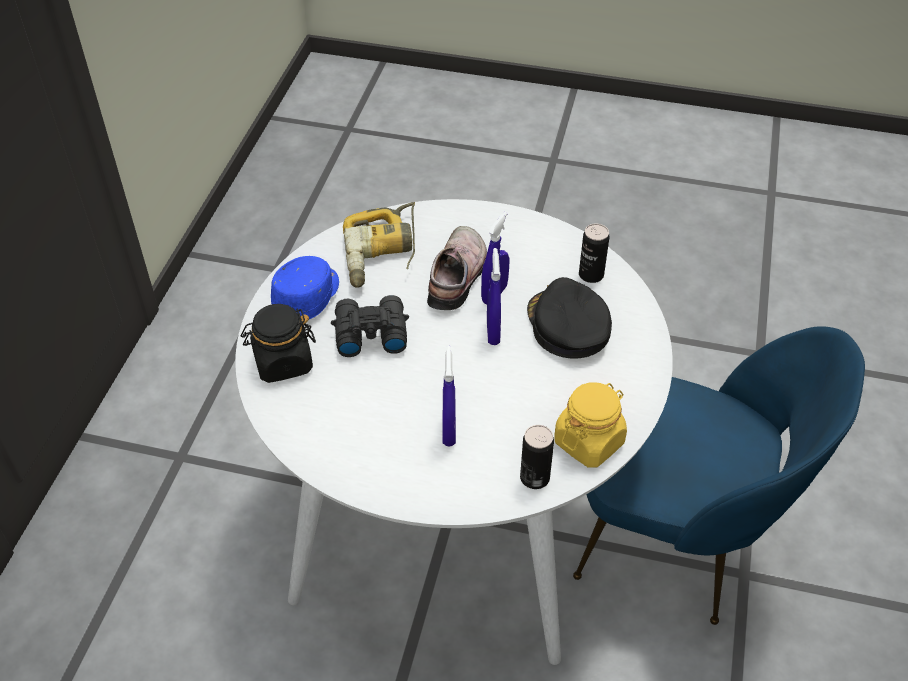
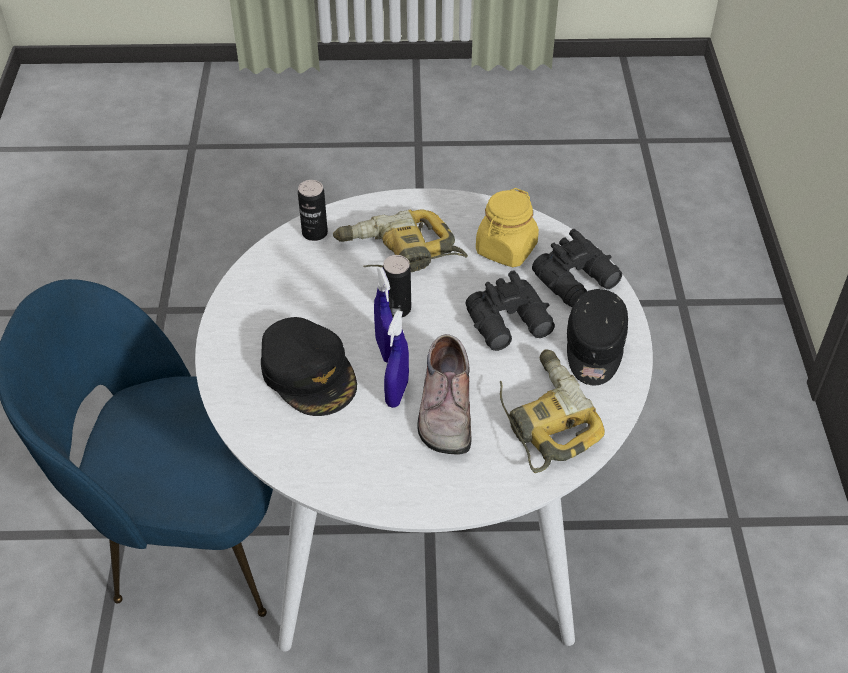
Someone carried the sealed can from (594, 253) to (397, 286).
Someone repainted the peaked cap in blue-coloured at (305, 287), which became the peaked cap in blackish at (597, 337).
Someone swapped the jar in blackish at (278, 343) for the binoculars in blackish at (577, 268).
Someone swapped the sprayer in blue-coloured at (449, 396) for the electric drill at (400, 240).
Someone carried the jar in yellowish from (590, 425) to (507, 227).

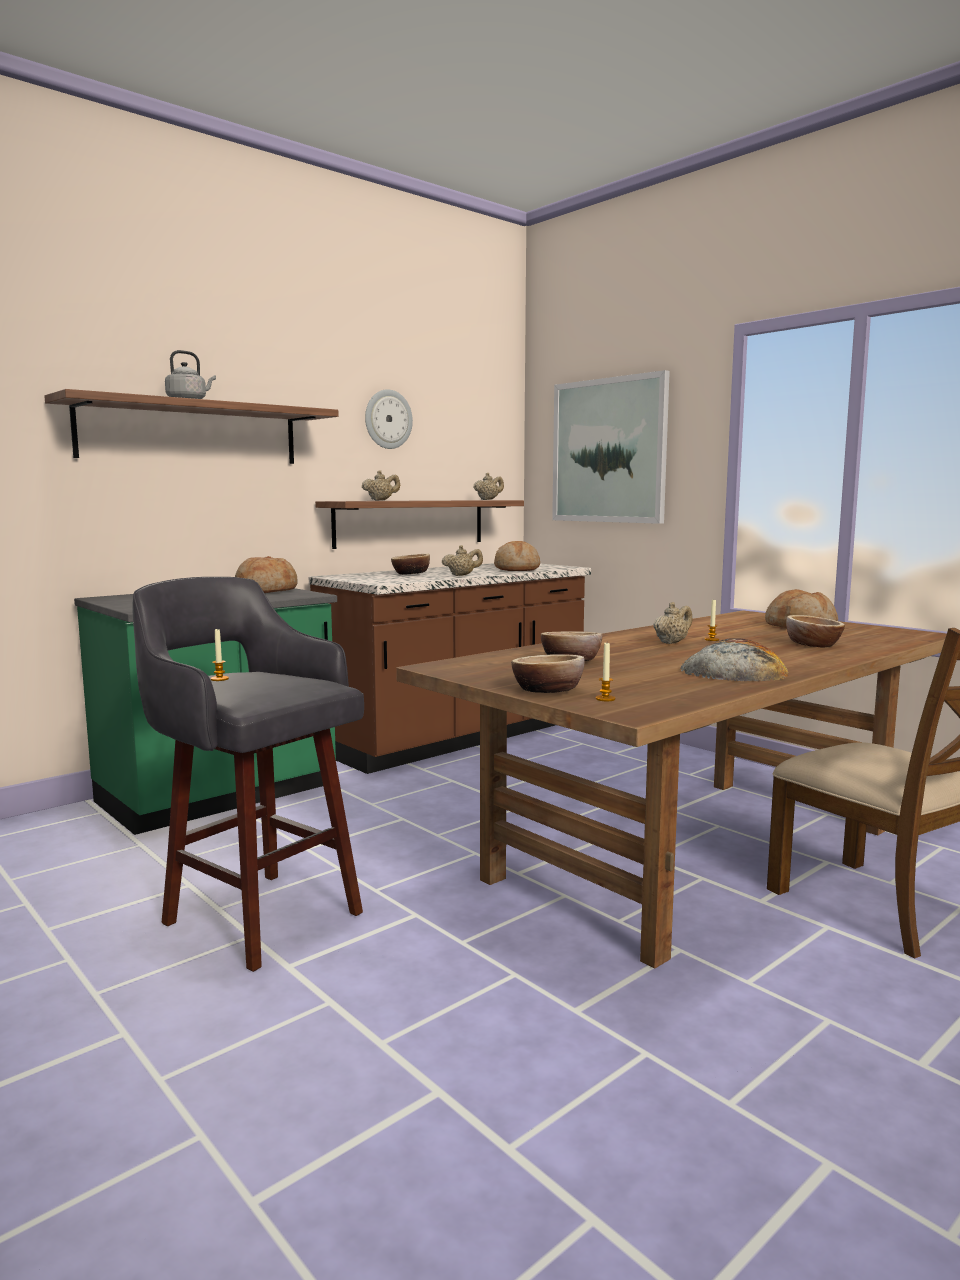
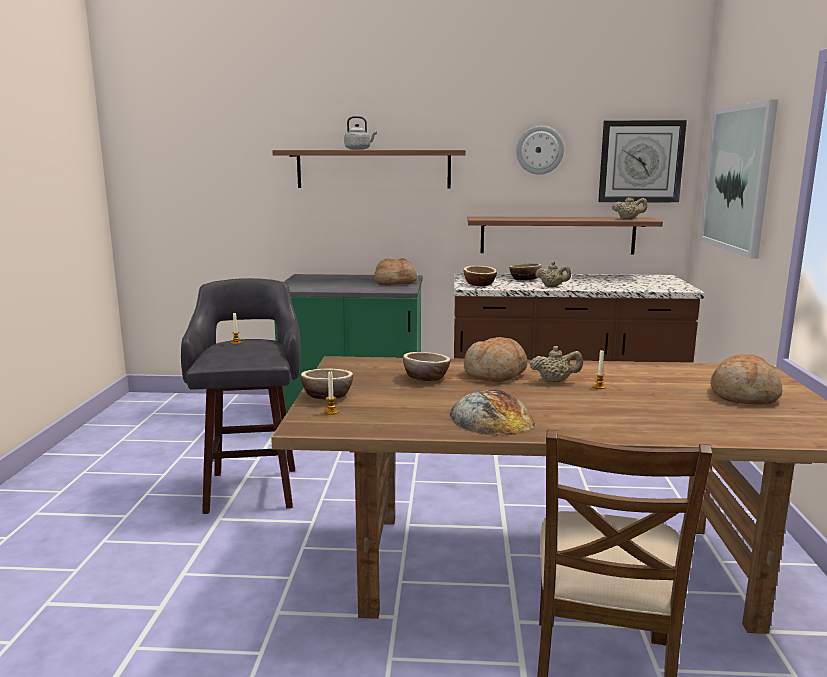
Someone took away the tea pot in beige at (381, 485).
Someone carried the bakery bread from (517, 556) to (495, 359).
Someone carried the deep dish from (815, 631) to (480, 276).
Someone put up the hanging clock at (642, 161).

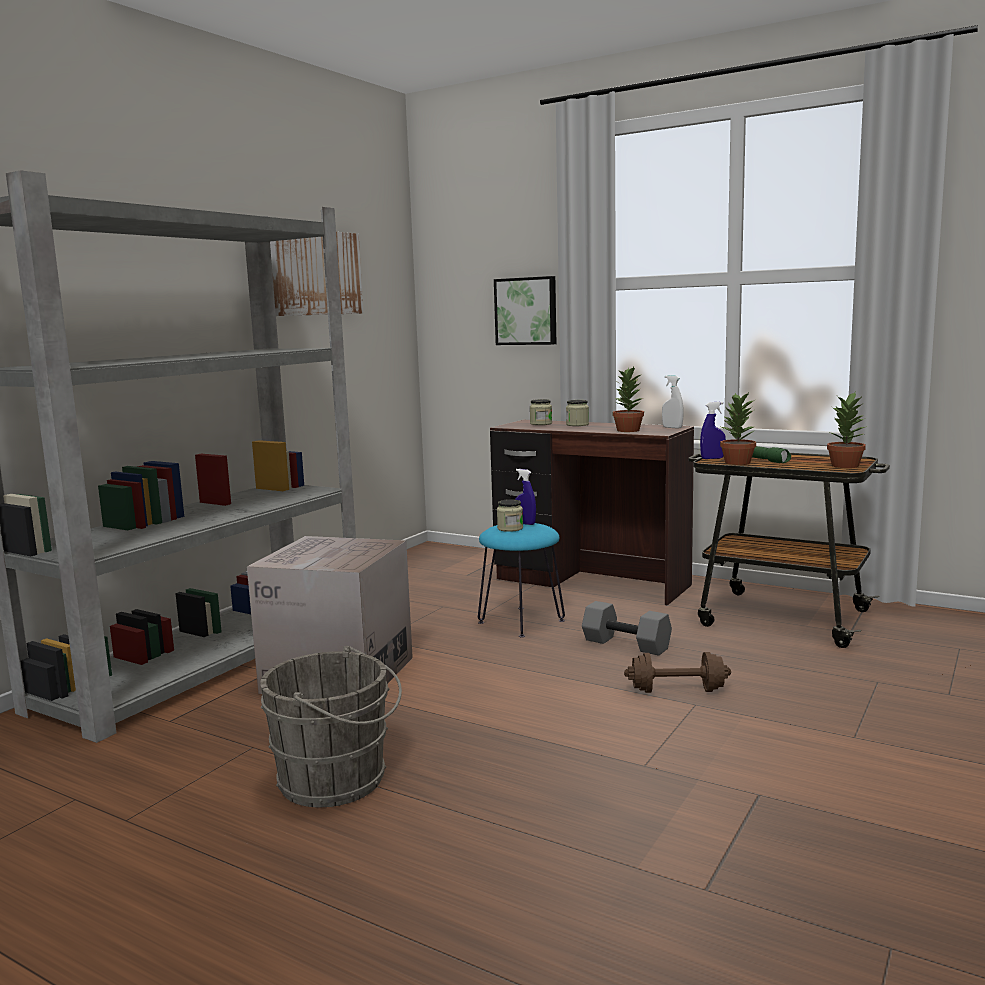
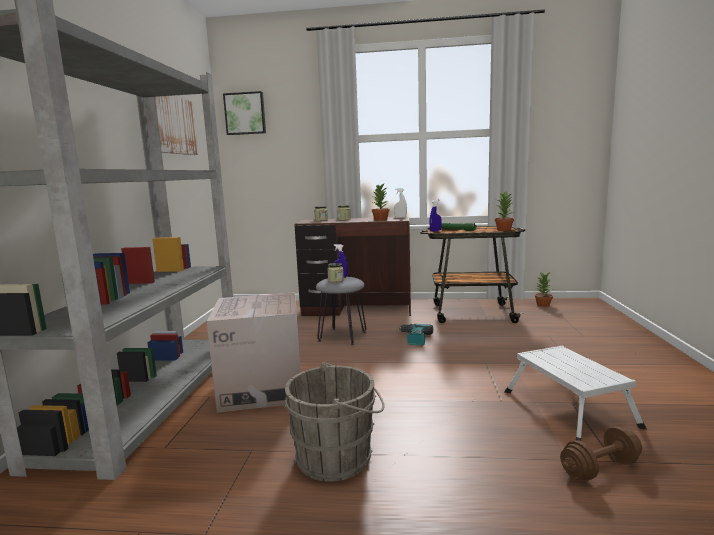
Someone carried the wall picture from (525, 310) to (244, 113).
Someone carried the houseplant from (738, 429) to (544, 289).
Someone repainted the sitting stool in turquoise-coloured at (521, 580), which became the sitting stool in gray at (341, 311).
Someone swapped the free weight in gray at (627, 628) for the electric drill at (415, 335).
Someone carried the free weight in brownish from (677, 672) to (601, 454).
Someone put down the stepladder in whitish at (575, 393).

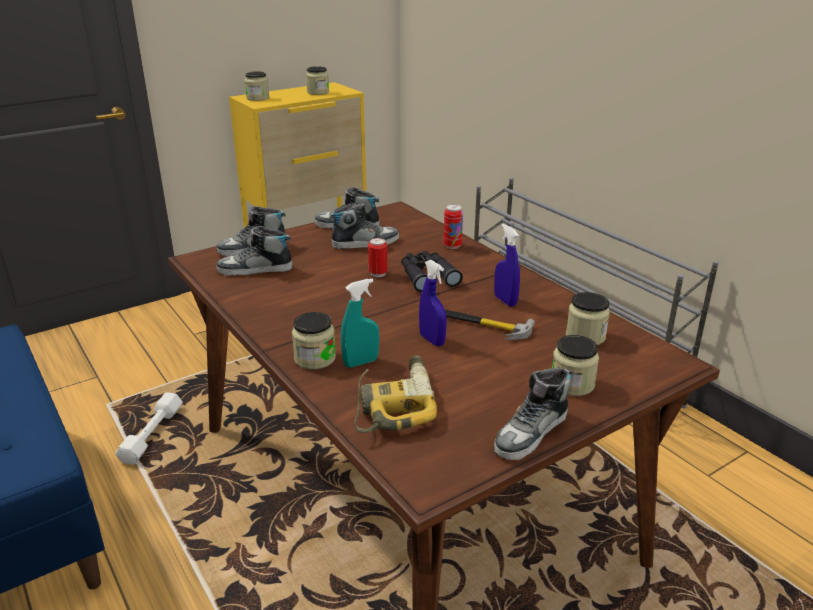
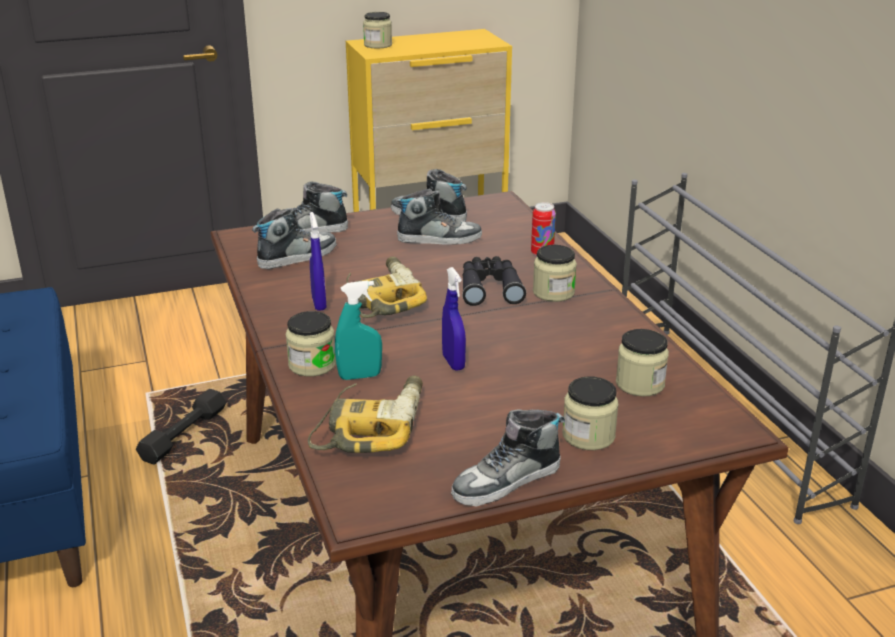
Someone carried the jar from (317, 80) to (555, 273).
Someone carried the sprayer in blue-coloured from (507, 265) to (318, 261).
Someone rotated the item of footwear at (254, 251) by 135 degrees clockwise.
Someone took away the sealed can at (378, 257).
Someone took away the hammer at (489, 324).
Someone repainted the free weight in whitish at (149, 428), which became the free weight in blackish at (181, 427).
Someone put down the electric drill at (386, 287).

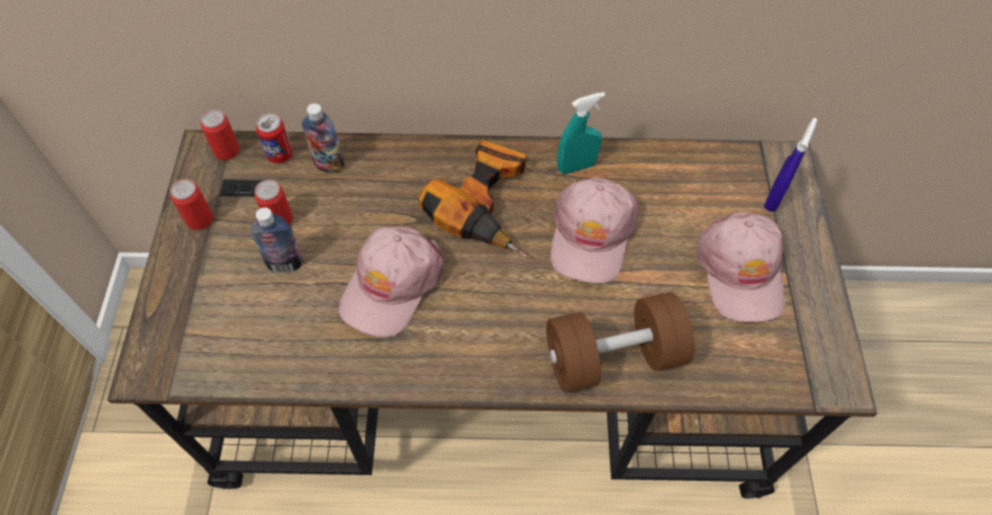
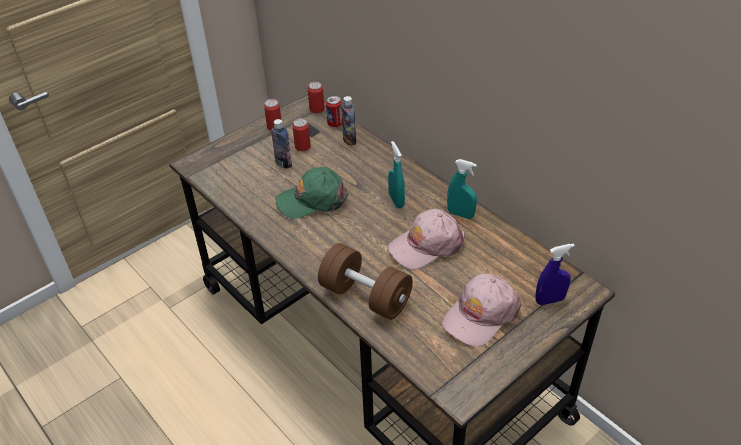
Someone swapped the electric drill at (473, 198) for the sprayer in turquoise-coloured at (396, 174).
Someone repainted the peaked cap in pinkish at (391, 281), which became the peaked cap in greenish at (312, 193).

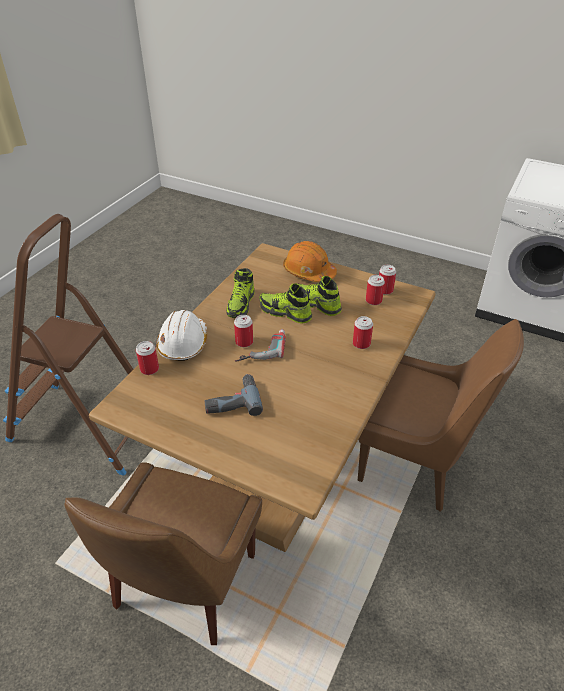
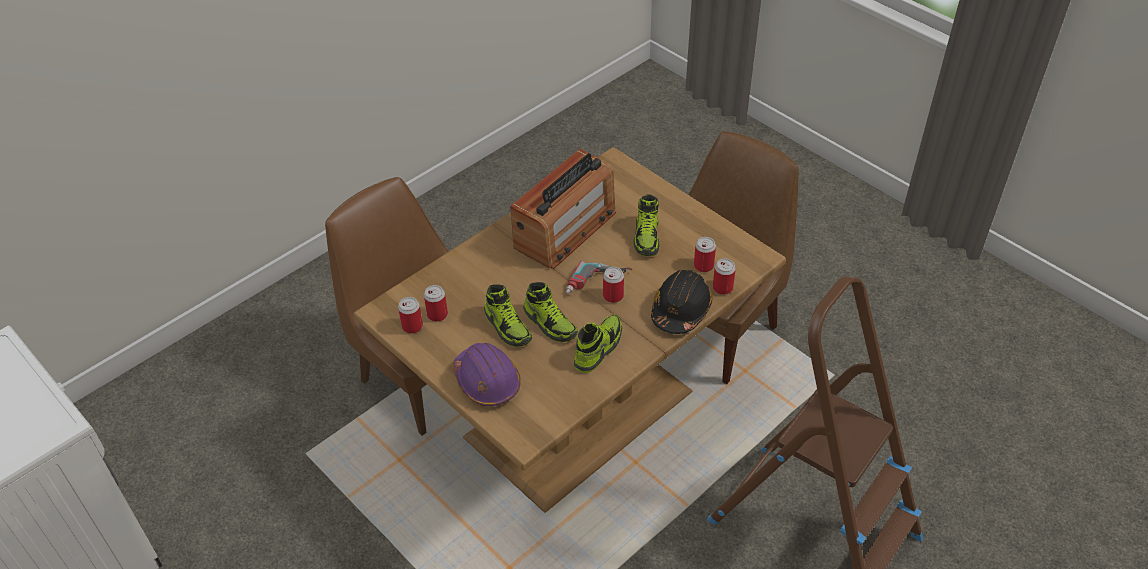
Someone repainted the safety helmet in orange at (310, 261), which became the safety helmet in purple at (487, 374).
Someone repainted the safety helmet in whitish at (181, 335), which became the safety helmet in blackish at (682, 302).
Someone carried the sealed can from (363, 332) to (705, 254).
Someone swapped the electric drill at (233, 395) for the item of footwear at (646, 225).
Someone put down the radio at (563, 209).

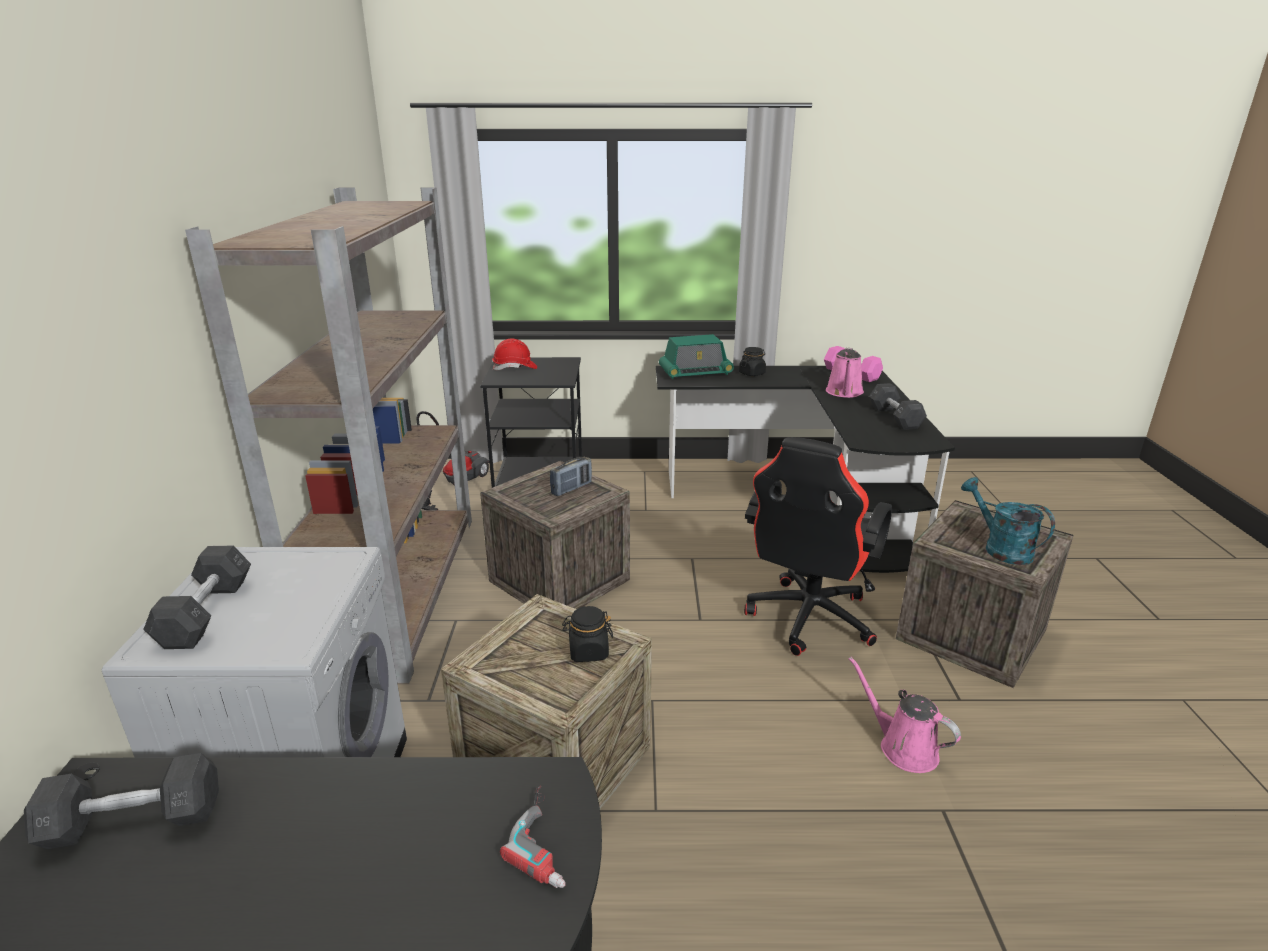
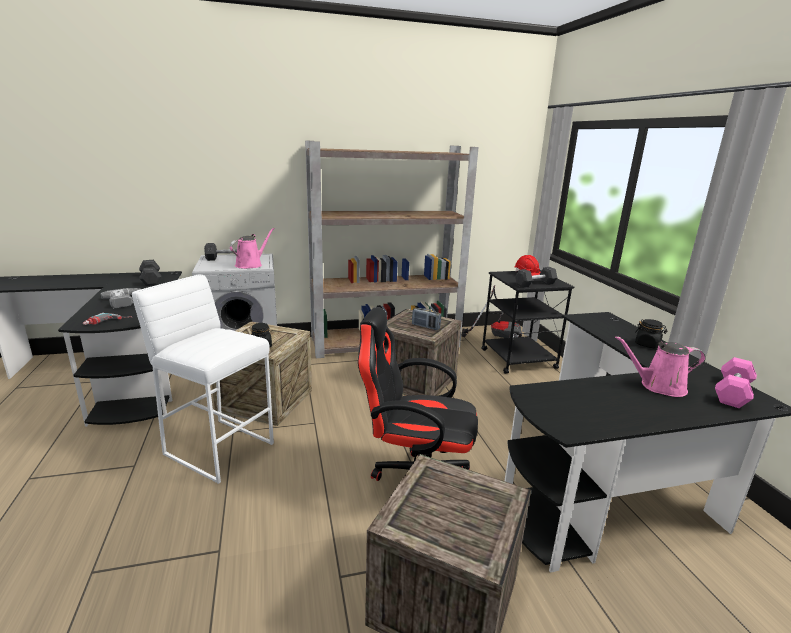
Someone took away the radio at (696, 356).
Someone carried the free weight in gray from (898, 406) to (536, 277).
Someone took away the sprinkling can in turquoise-coloured at (1008, 521).
Someone carried the sprinkling can in pinkish from (905, 715) to (252, 248).
Someone put down the sitting stool in whitish at (203, 379).
Someone put down the electric drill at (120, 298).

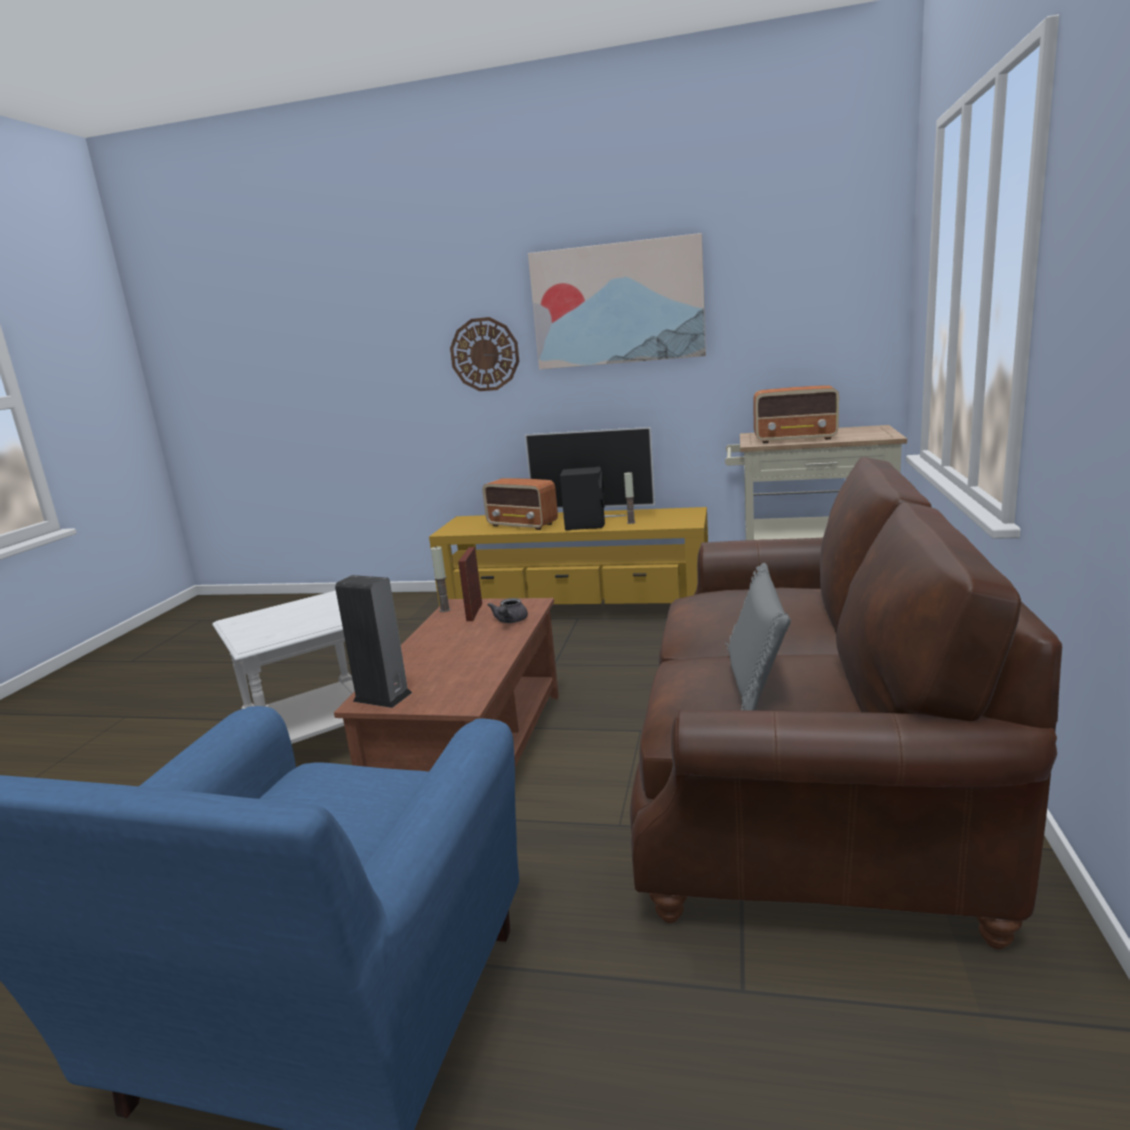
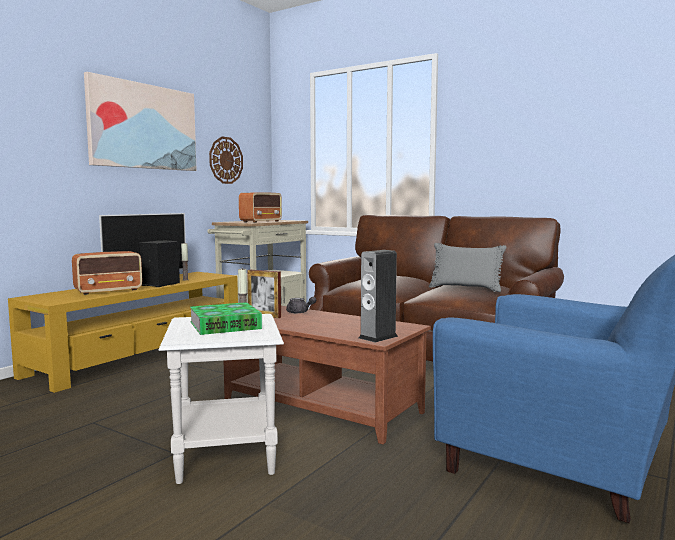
Someone carried the hanging clock from (484, 354) to (226, 160).
Someone put down the book at (226, 318).

